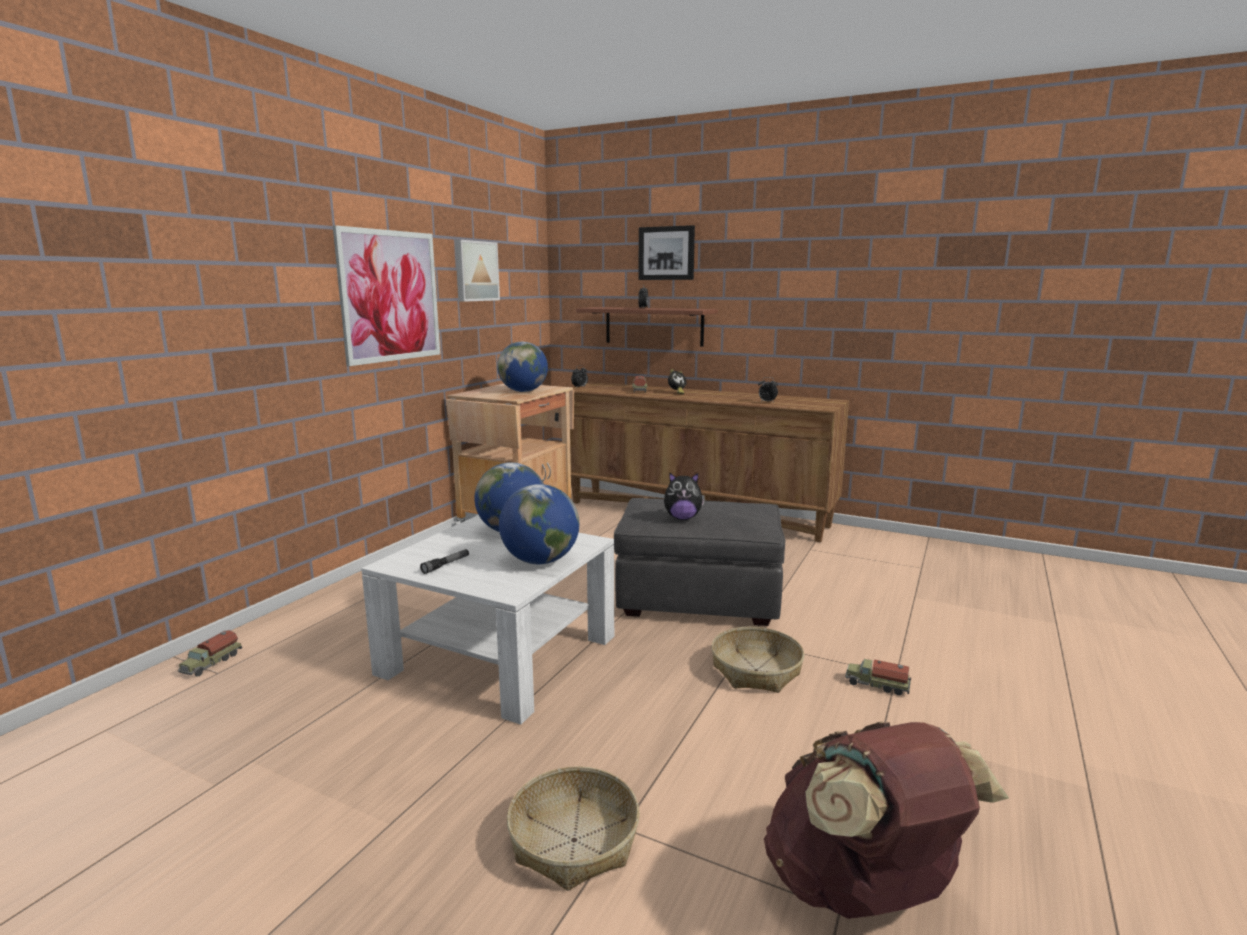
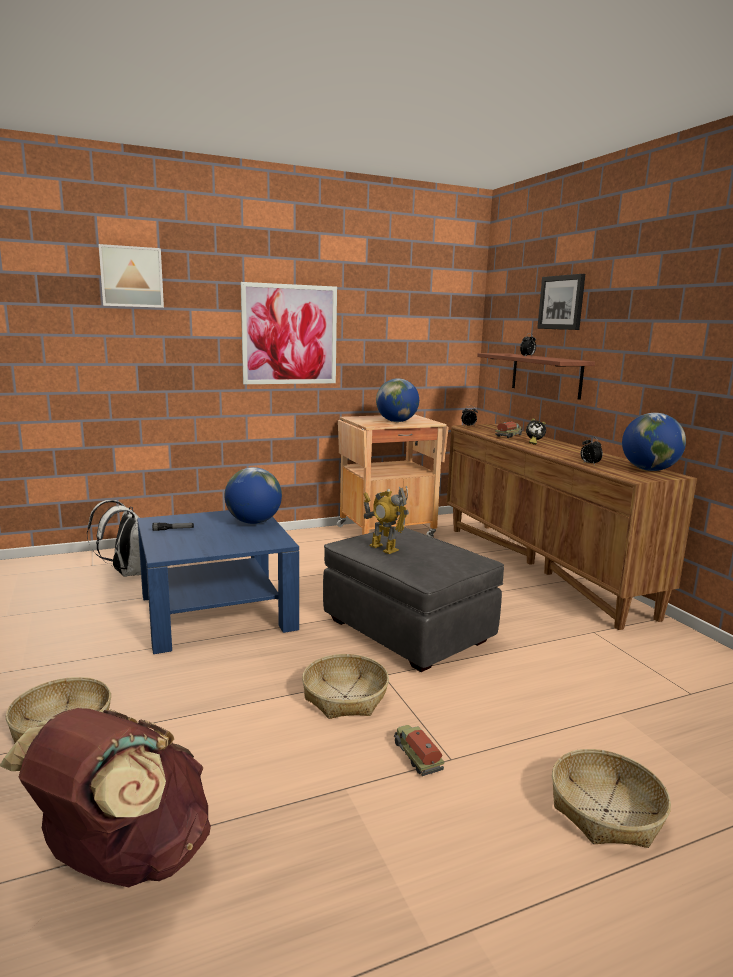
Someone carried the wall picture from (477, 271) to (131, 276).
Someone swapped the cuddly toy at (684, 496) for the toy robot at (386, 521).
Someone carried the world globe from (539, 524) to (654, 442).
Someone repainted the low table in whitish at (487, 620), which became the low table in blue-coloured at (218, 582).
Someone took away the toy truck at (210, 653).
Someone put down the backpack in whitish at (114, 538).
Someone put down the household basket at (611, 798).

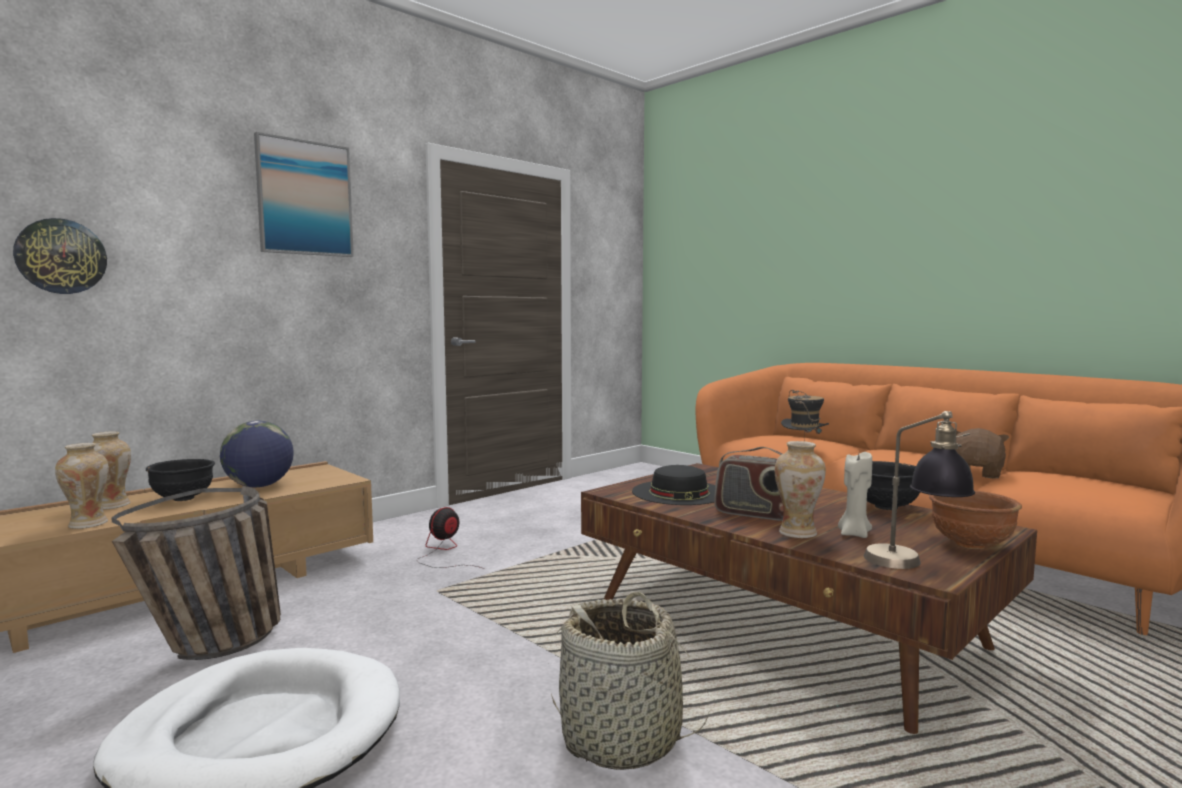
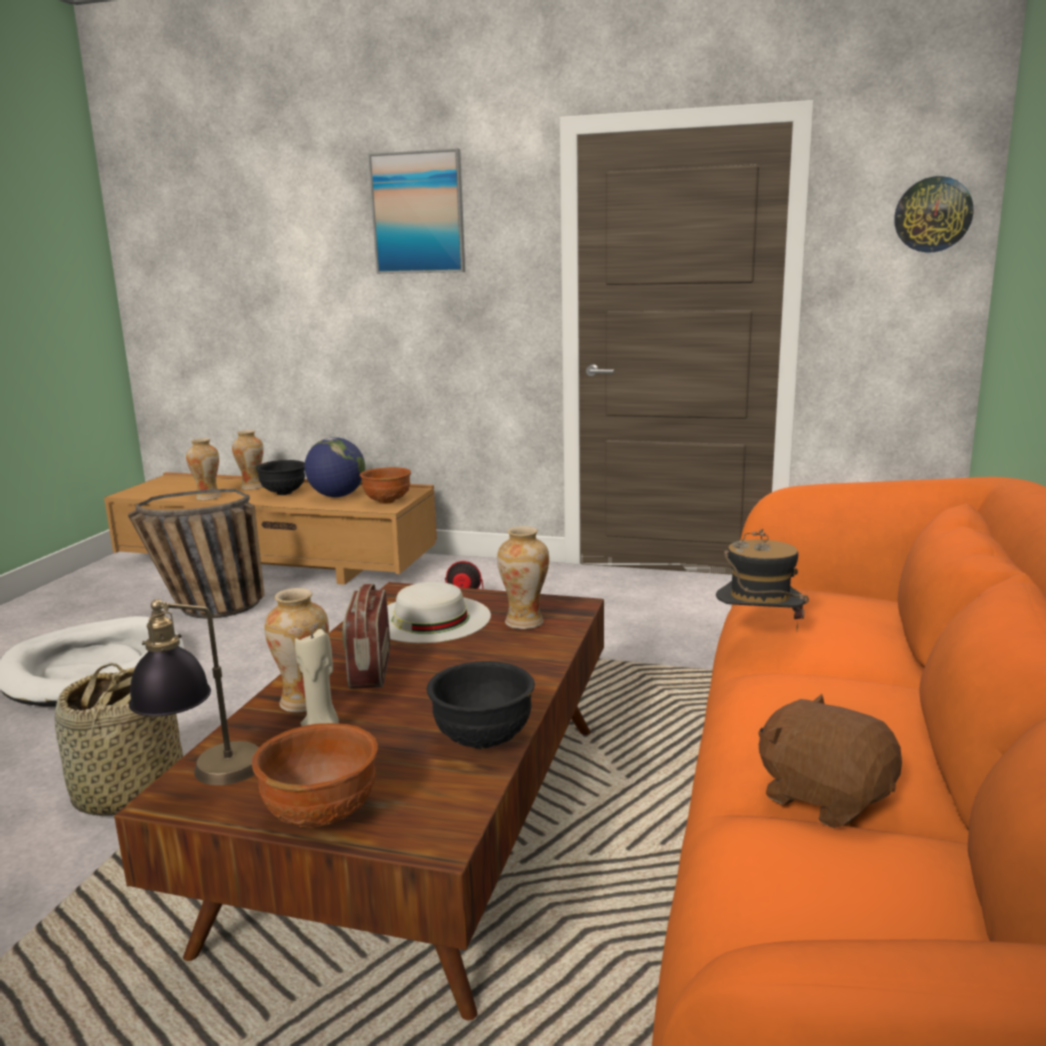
Someone carried the hanging clock from (60, 256) to (934, 214).
Someone rotated the cuddly toy in brownish at (982, 453) by 135 degrees counterclockwise.
Someone repainted the wearable hat in blackish at (673, 485), which became the wearable hat in whitish at (439, 612).
Someone put down the deep dish in brownish at (385, 485).
Someone put down the vase at (523, 577).

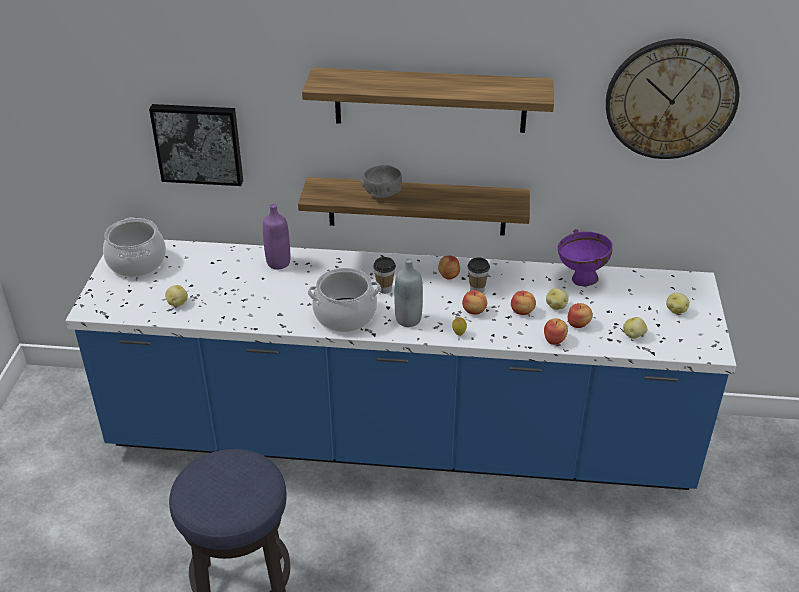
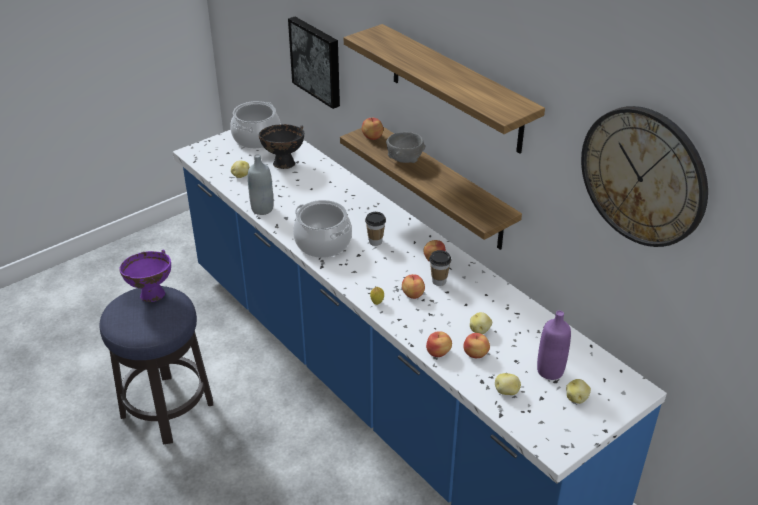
Someone carried the beverage bottle in purple from (276, 237) to (554, 345).
Someone carried the deep dish in purple from (585, 257) to (145, 275).
Someone carried the beverage bottle in gray from (409, 292) to (260, 184).
Someone carried the apple fruit from (523, 303) to (372, 129).
Someone put down the deep dish in blackish at (281, 146).

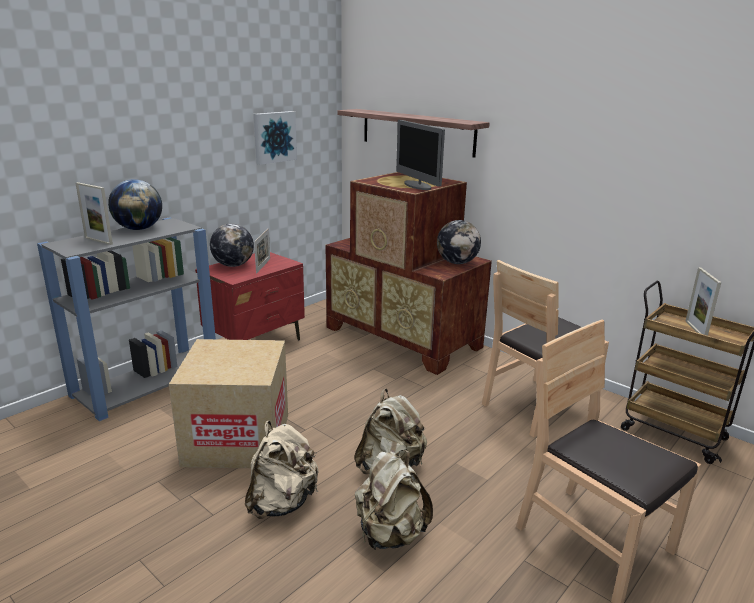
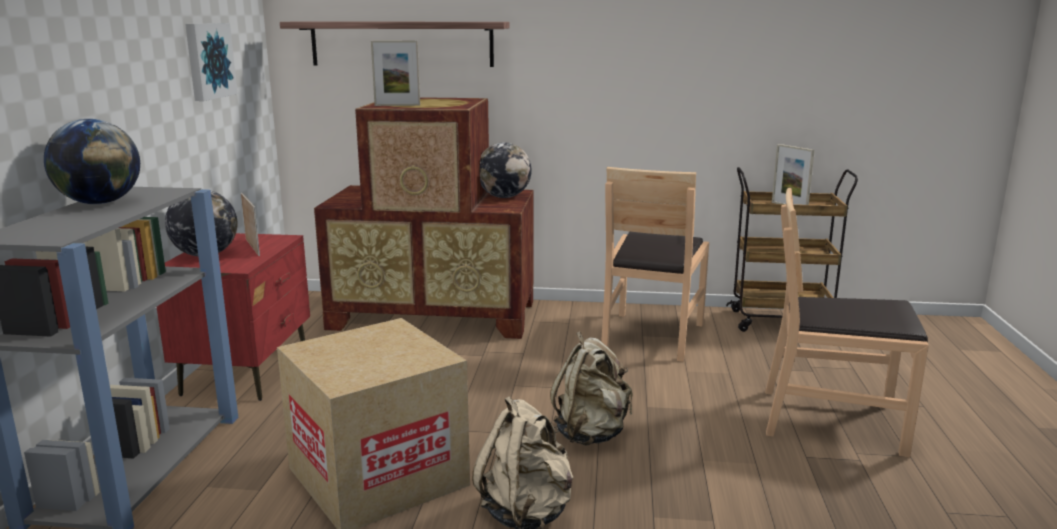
Someone took away the computer screen at (420, 155).
Someone carried the standing frame from (94, 213) to (395, 73).
Someone took away the backpack in beige at (394, 500).

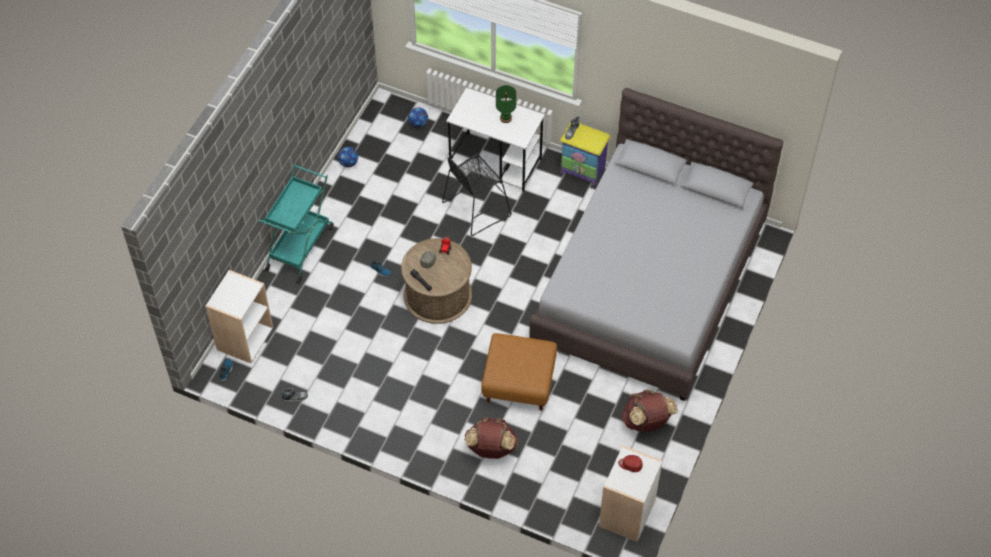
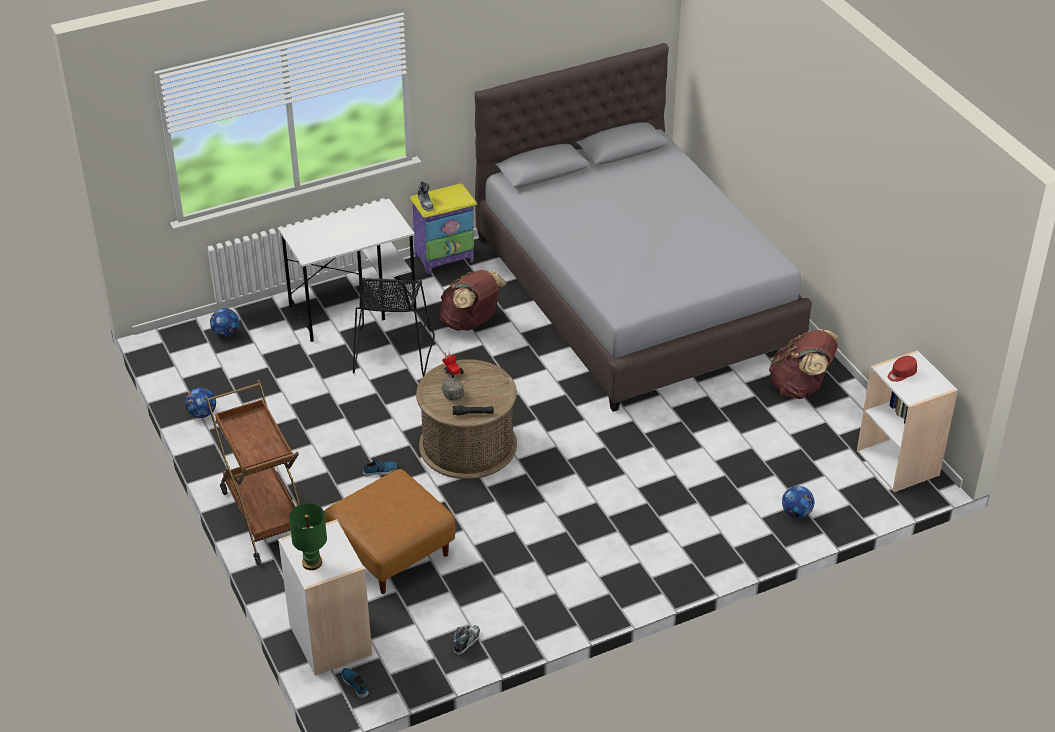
Someone carried the table lamp in greenish from (506, 104) to (308, 536).
Someone repainted the wheeled cart in turquoise-coloured at (296, 223), which became the wheeled cart in brownish at (256, 472).
Someone carried the ottoman in brownish from (519, 372) to (390, 531).
Someone carried the backpack in brownish from (492, 438) to (473, 300).
Someone put down the football ball at (798, 502).

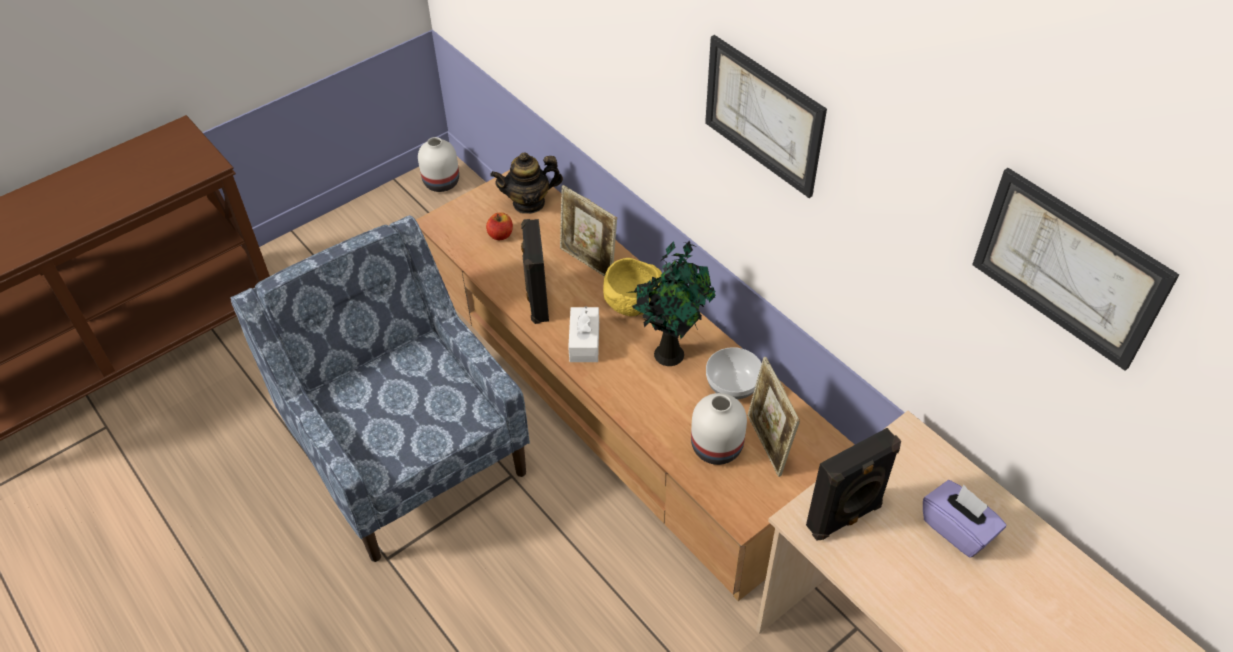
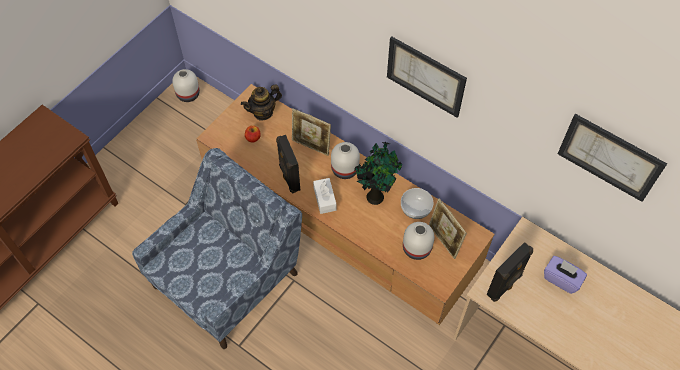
Someone rotated the lounge chair in blue-coloured at (380, 388) by 90 degrees clockwise.
Someone swapped the deep dish in yellowish at (632, 287) for the vase in whitish at (345, 160).

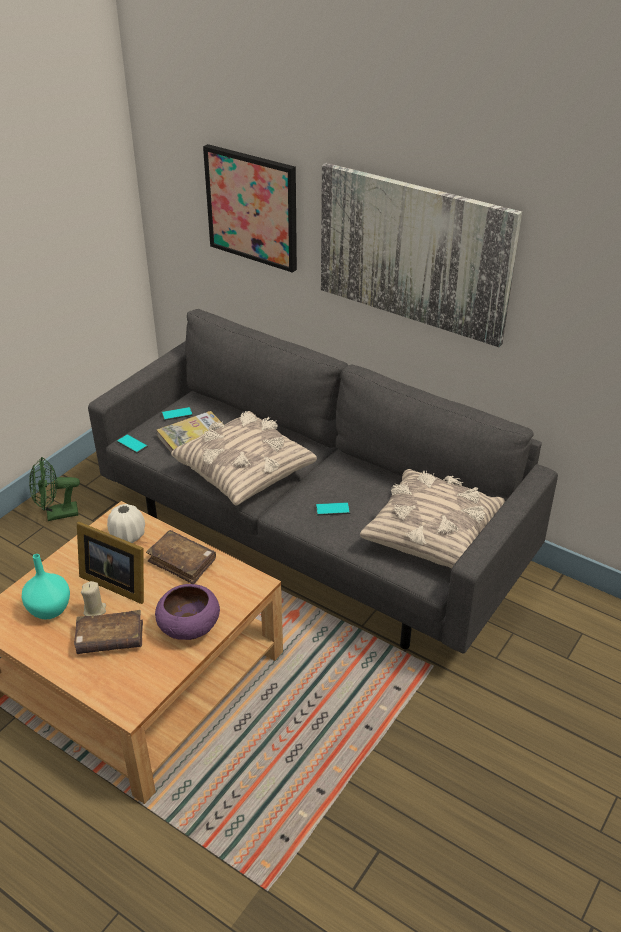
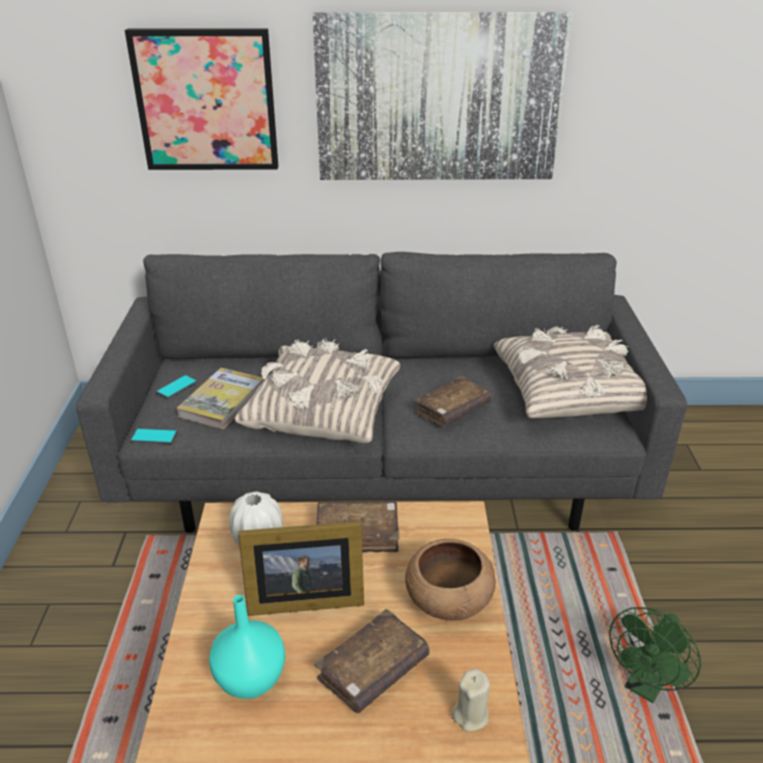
Someone carried the electric fan in greenish from (54, 489) to (655, 655).
Someone swapped the handset at (333, 509) for the book in brownish at (453, 401).
Someone carried the wax candle in beige from (93, 598) to (471, 700).
Someone repainted the deep dish in purple at (187, 612), which became the deep dish in brownish at (450, 579).

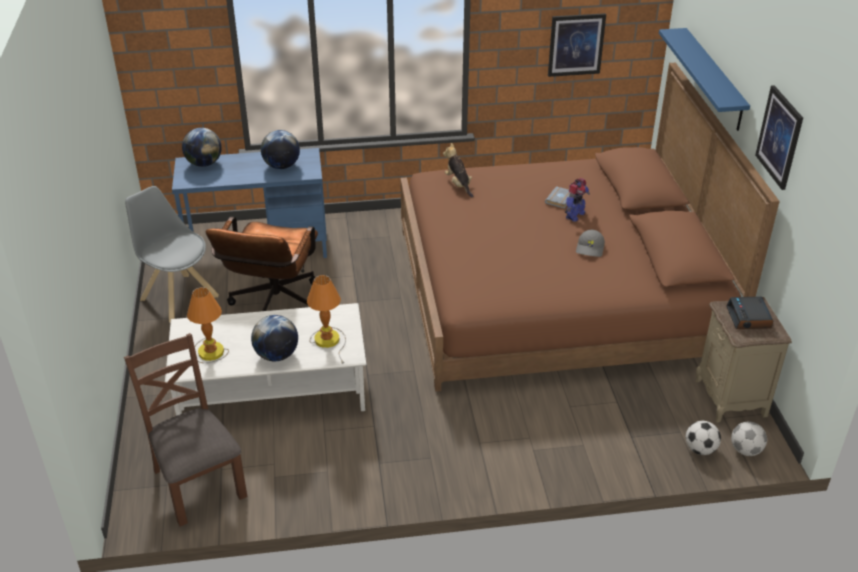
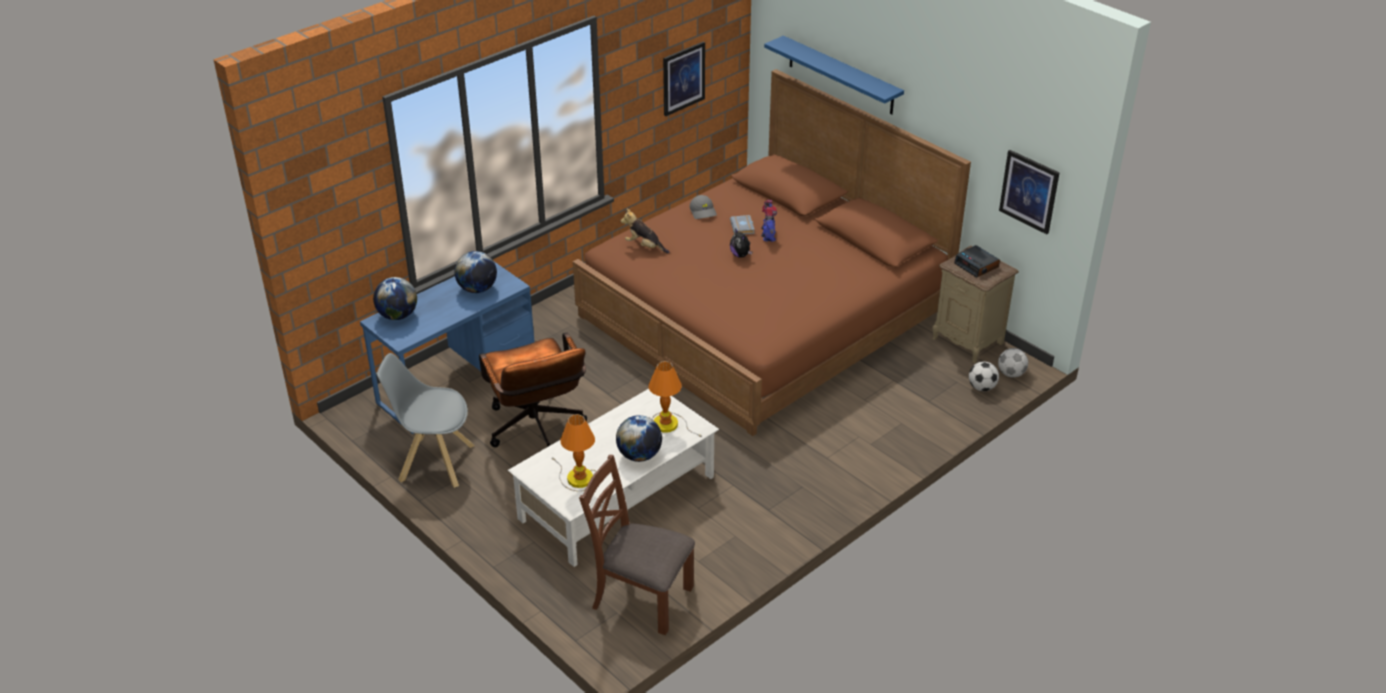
Someone carried the wall picture from (779, 137) to (1029, 192).
Someone carried the peaked cap in gray from (590, 243) to (703, 207).
Someone put down the cuddly toy at (741, 243).

